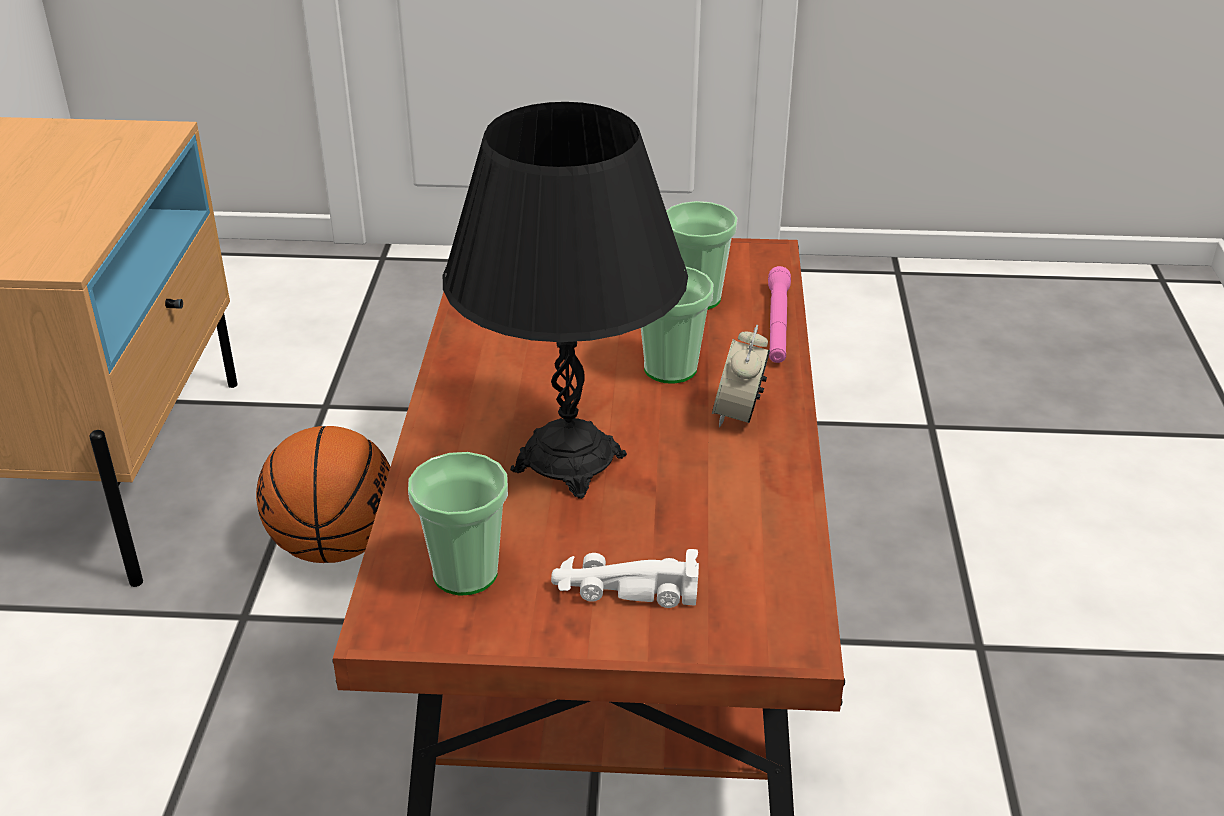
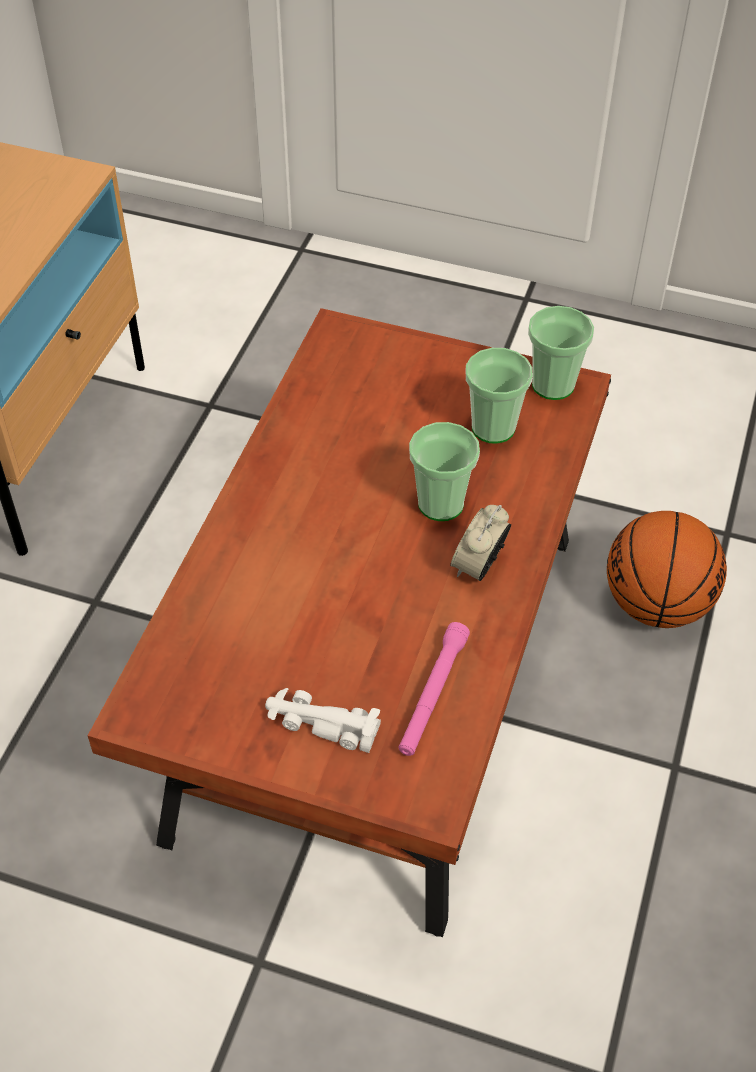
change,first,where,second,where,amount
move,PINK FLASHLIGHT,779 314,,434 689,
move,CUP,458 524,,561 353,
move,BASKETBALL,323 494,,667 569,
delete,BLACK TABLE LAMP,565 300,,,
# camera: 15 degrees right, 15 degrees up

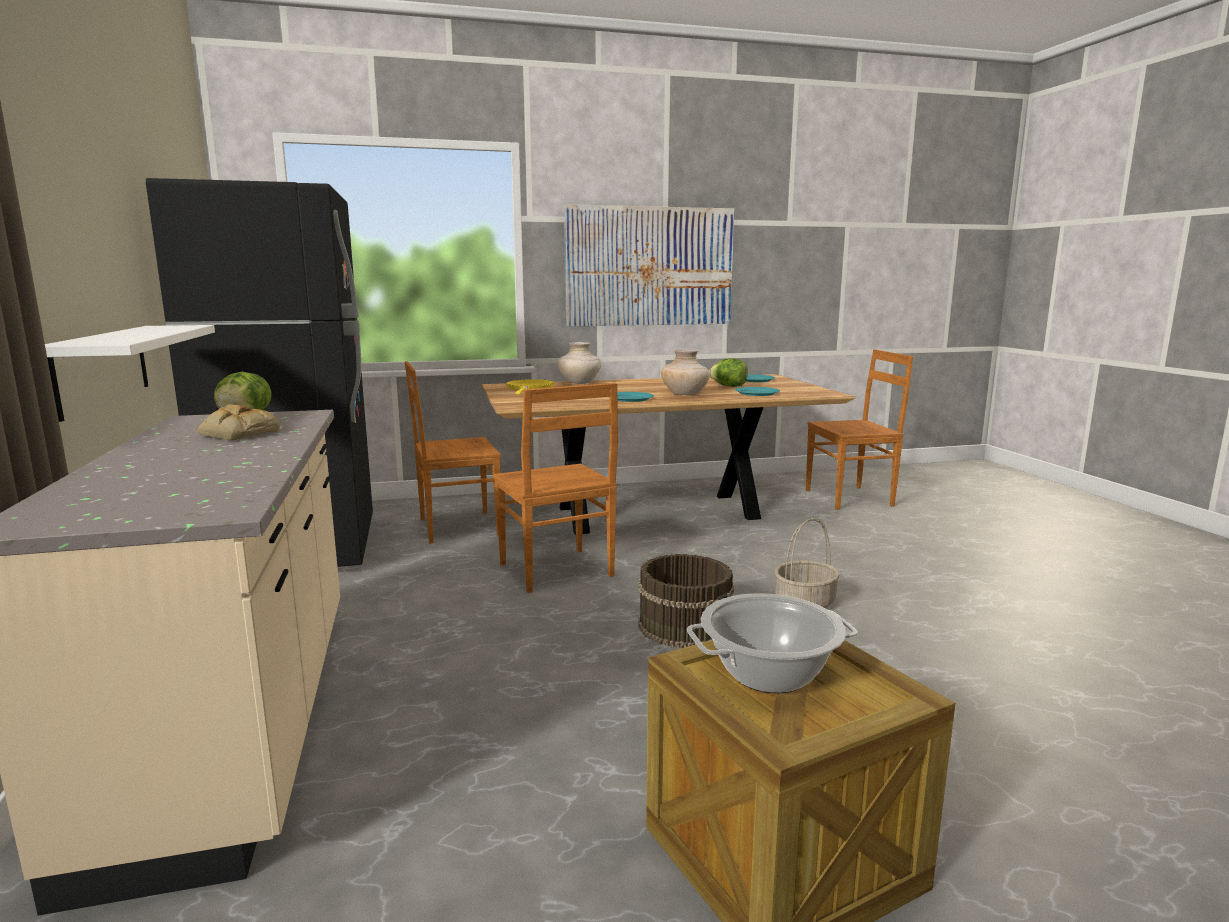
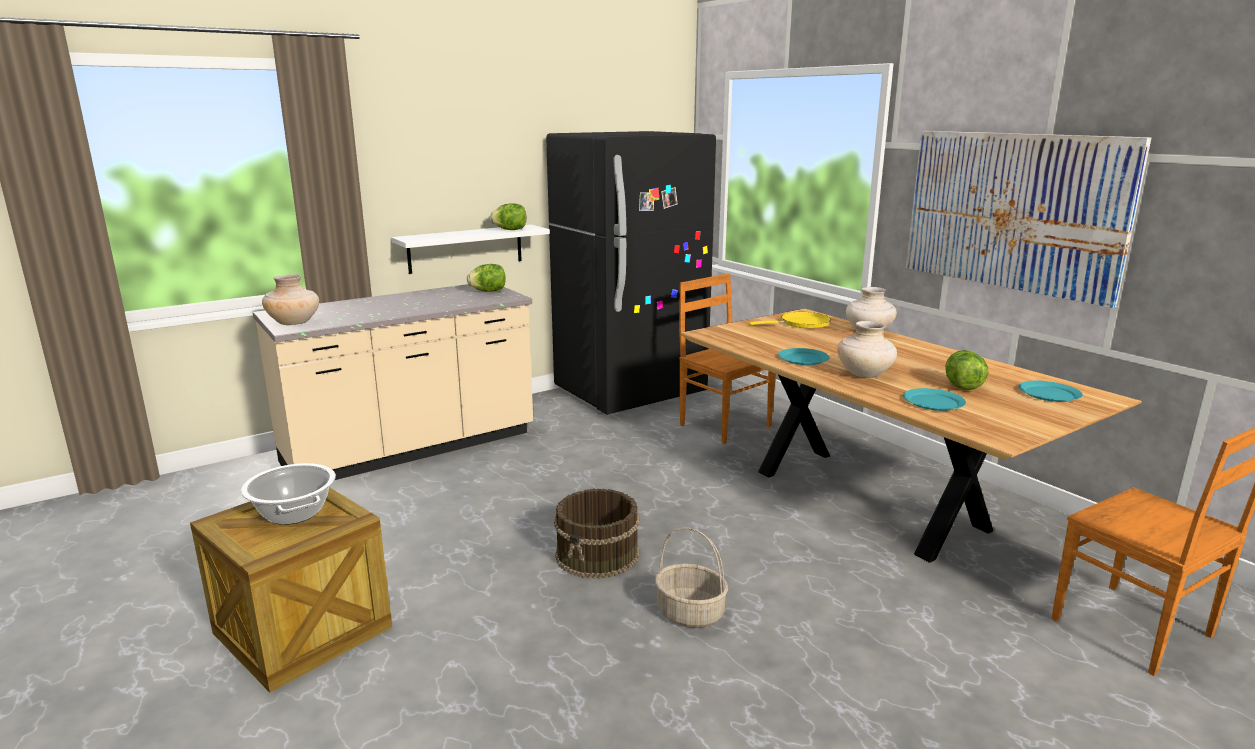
change,first,where,second,where,amount
insert,,,BEIGE VASE,290 299,
insert,,,LETTUCE,508 216,
delete,BREAD,239 422,,,
delete,BROWN CHAIR,556 488,,,
# camera: 70 degrees right, 5 degrees up

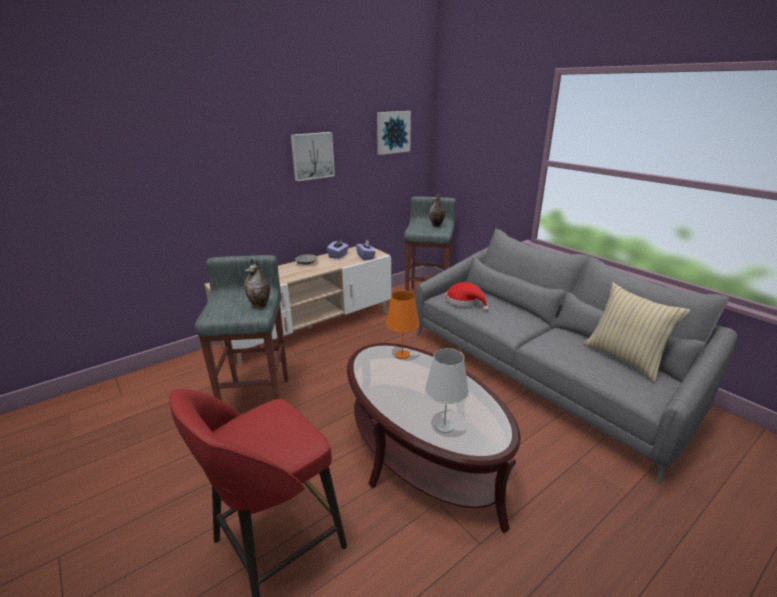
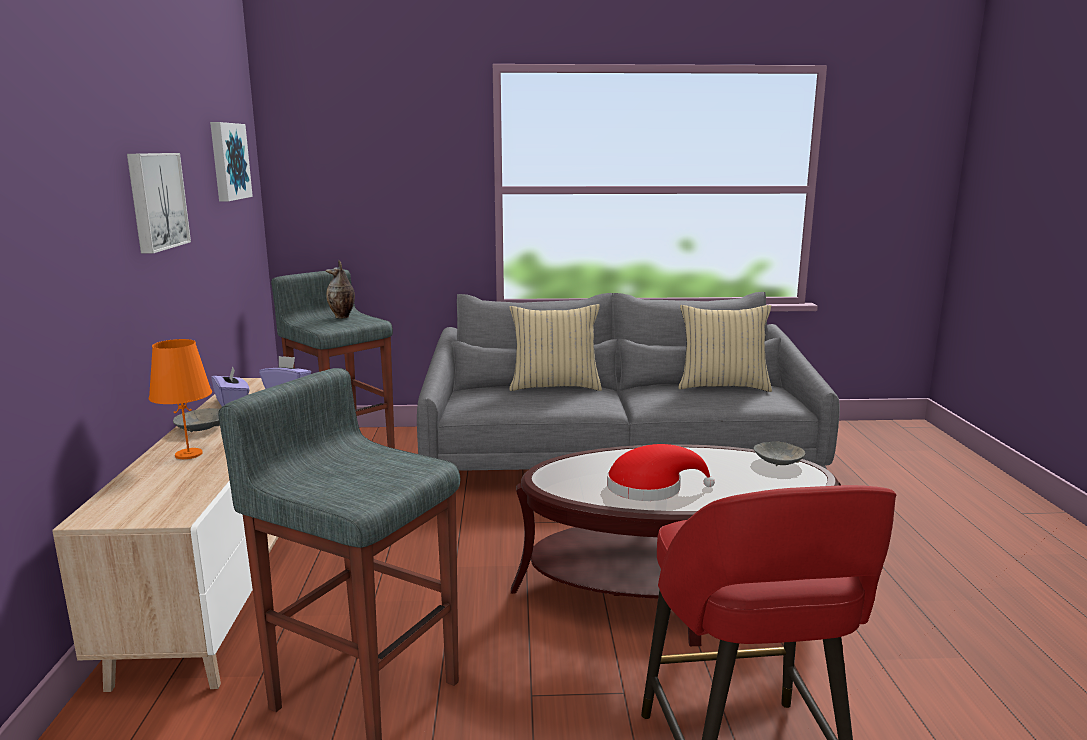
change,first,where,second,where,amount
move,ORANGE TABLE LAMP,403 325,,180 399,
insert,,,BEIGE PILLOW,556 347,
move,RED HAT,467 296,,661 472,
insert,,,GREY BOWL,780 453,
delete,VASE,257 283,,,
delete,WHITE TABLE LAMP,447 390,,,
# camera: 55 degrees left, 10 degrees down

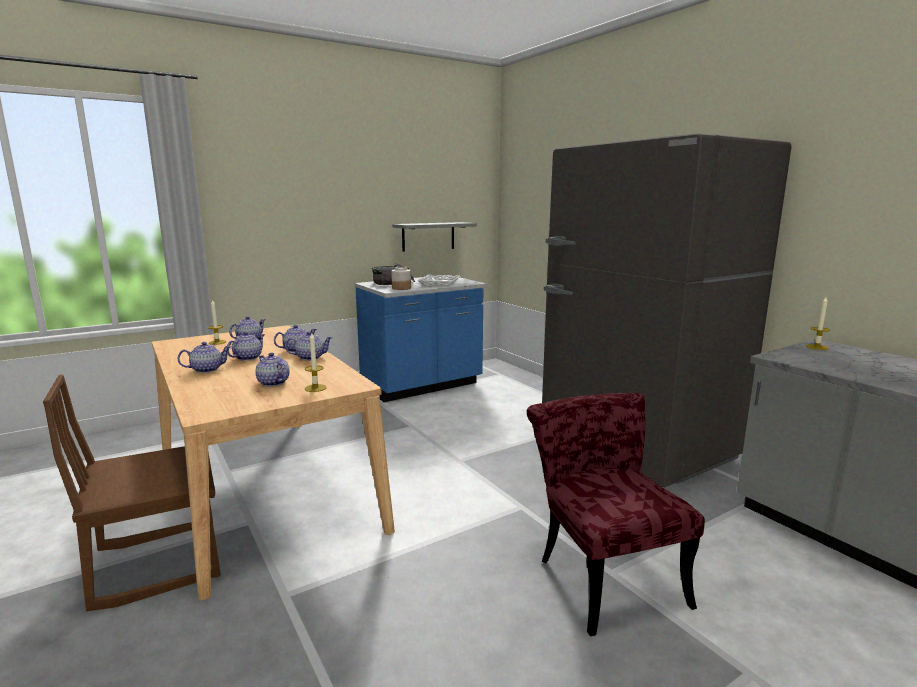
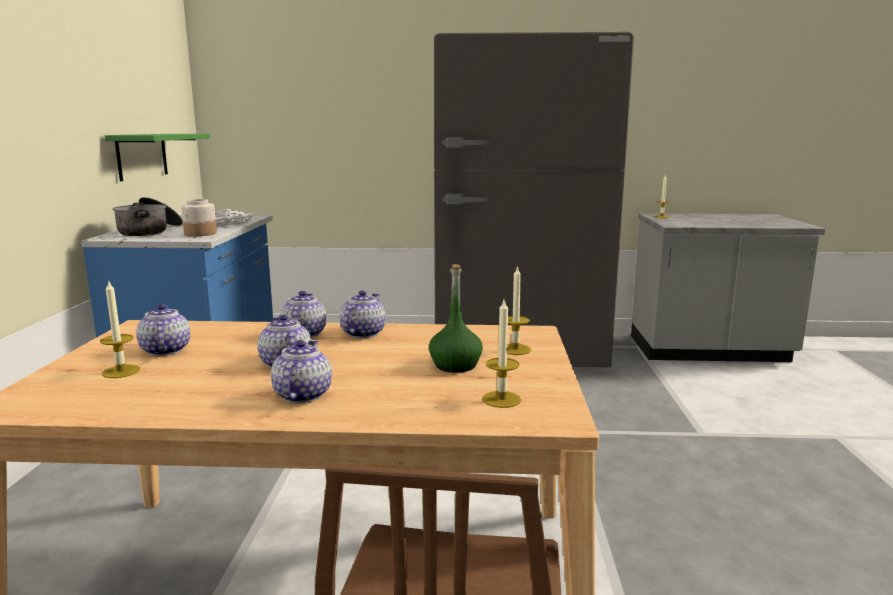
change,first,where,second,where,amount
recolor,GREY SHELF,435 237,GREEN SHELF,157 157,
replace,TEAPOT,273 370,GREEN BOTTLE,456 318,
insert,,,CANDLE,501 354,
delete,RED CHAIR,616 514,,,
# camera: 55 degrees left, 0 degrees up

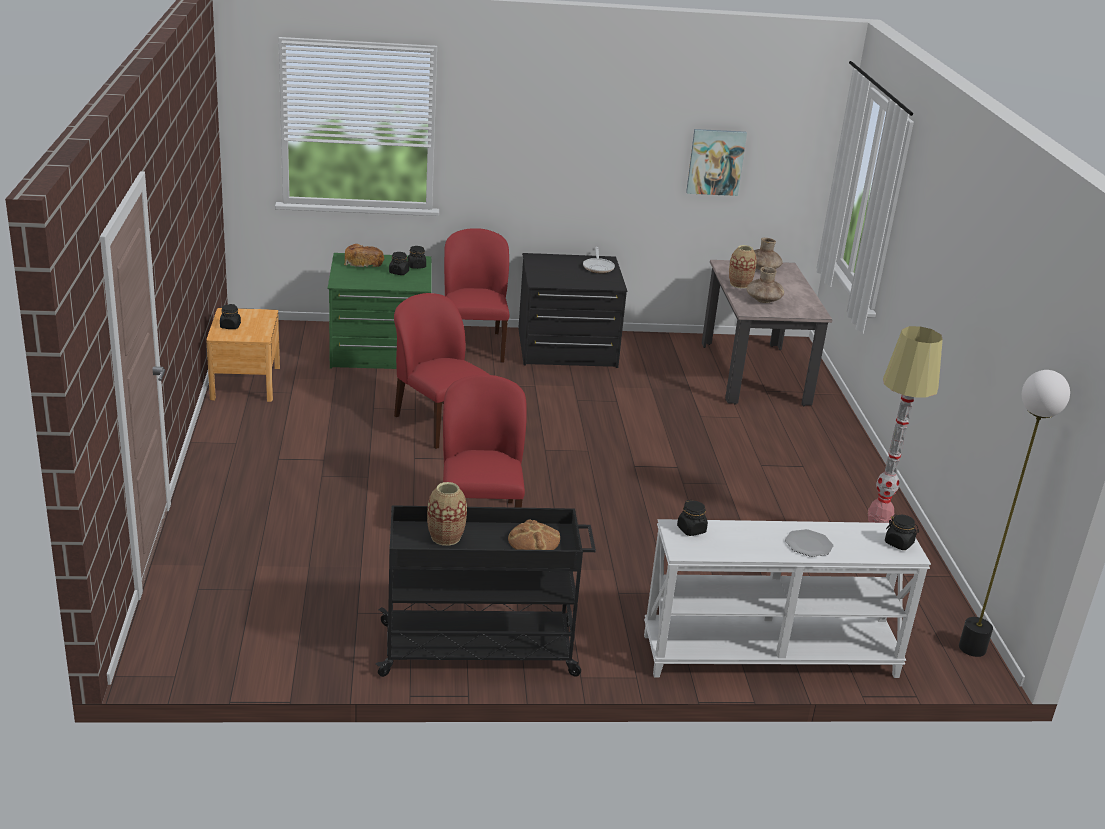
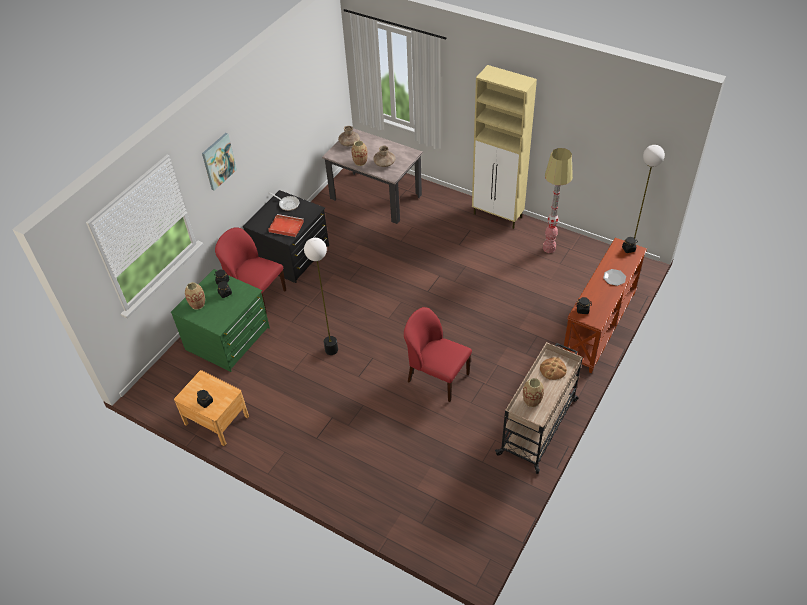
change,first,where,second,where,amount
replace,BREAD,364 256,VASE,195 296,
move,PICTURE,716 162,,219 162,
insert,,,RED TRAY,286 225,
replace,RED CHAIR,442 371,FLOOR LAMP,321 296,
insert,,,BEIGE CABINET,504 147,
recolor,BLACK CART,485 591,BEIGE CART,539 408,
recolor,WHITE CONSOLE TABLE,787 598,BROWN CONSOLE TABLE,605 306,
# camera: 50 degrees left, 20 degrees up

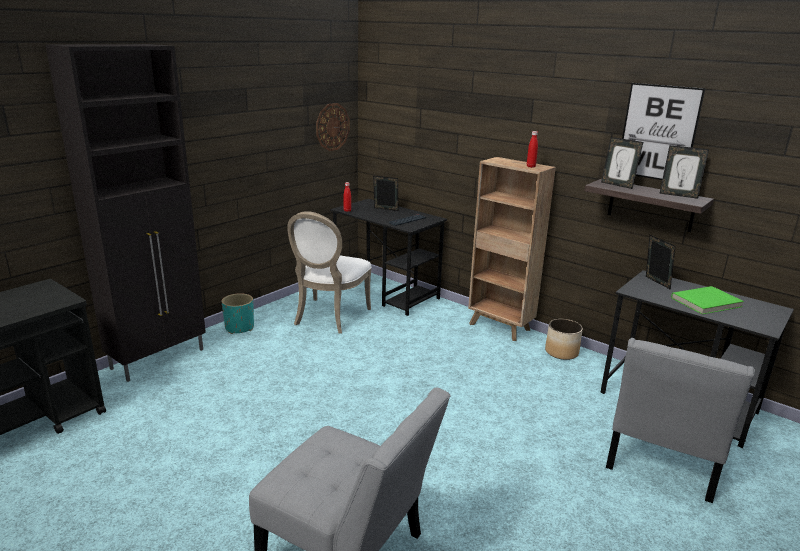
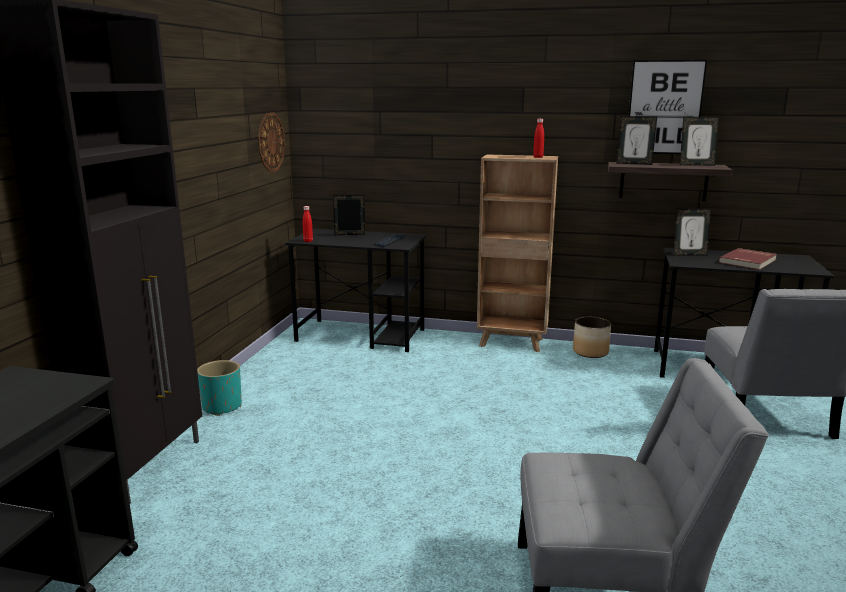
change,first,where,second,where,amount
rotate,PICTURE FRAME,660 262,,692 232,135 degrees clockwise
recolor,GREEN BOOK,707 300,RED BOOK,748 259,
delete,WHITE CHAIR,329 272,,,
# camera: 25 degrees left, 5 degrees down

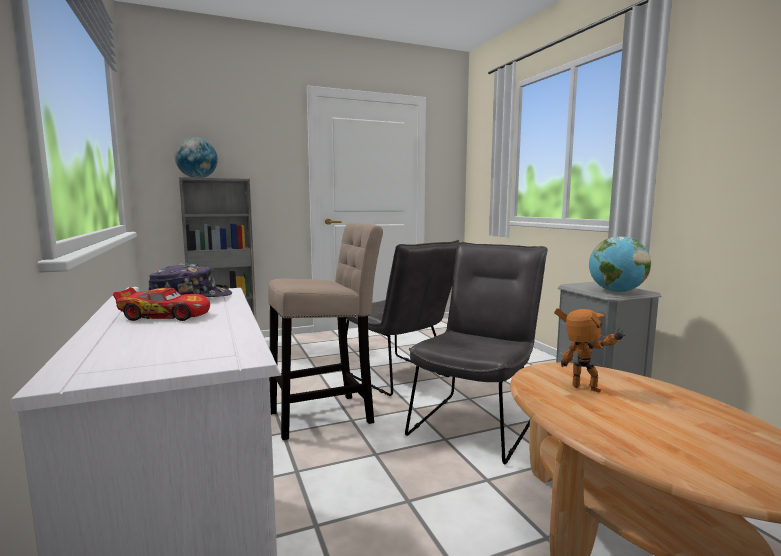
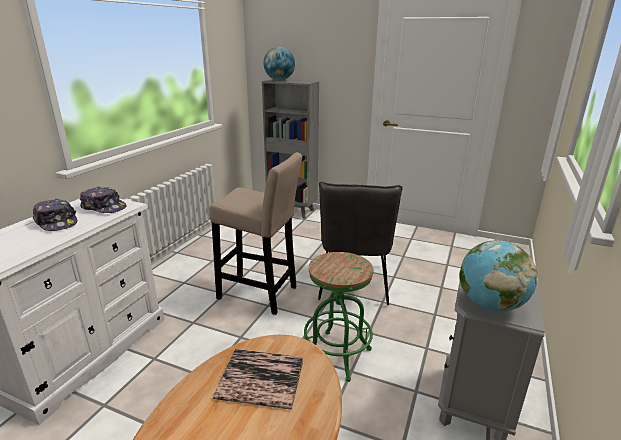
change,first,where,second,where,amount
replace,TOY CAR,161 304,CAP,55 215,
replace,TOY ROBOT,590 350,BOOK,258 379,
replace,GREY CHAIR,476 353,GREEN STOOL,339 317,
# camera: 45 degrees right, 15 degrees up

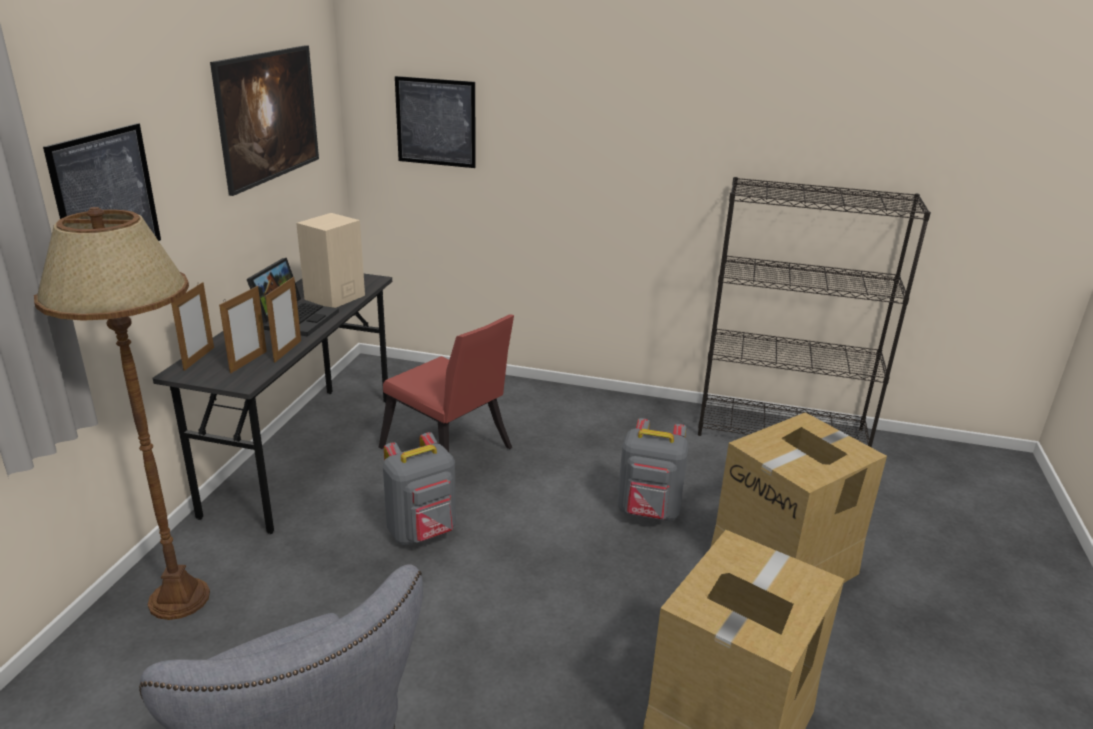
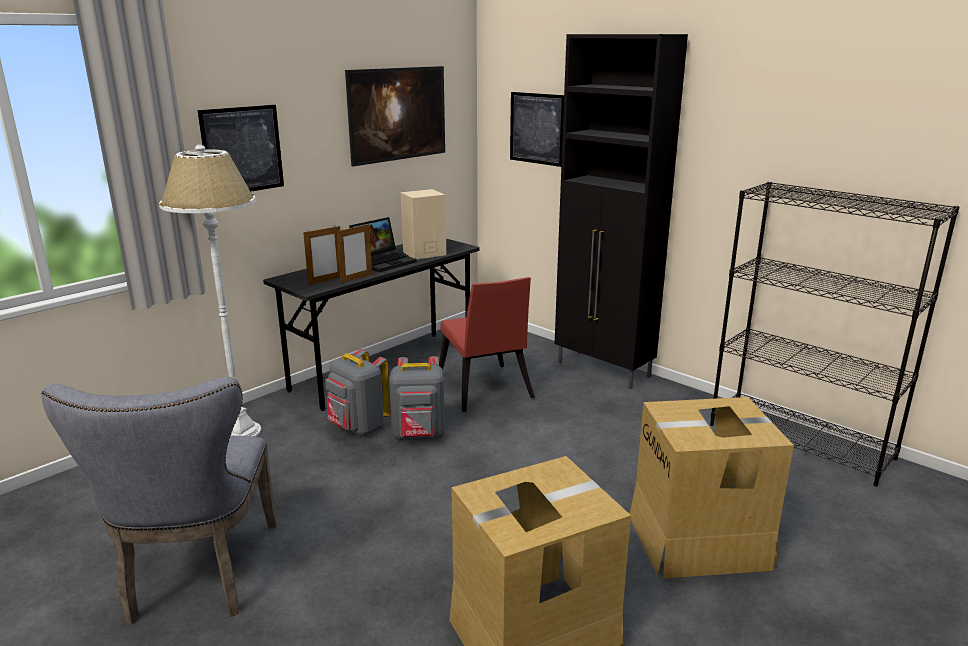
change,first,where,second,where,amount
recolor,BROWN FLOOR LAMP,122 413,WHITE FLOOR LAMP,210 291,
move,GREY BACKPACK,653 469,,358 392,
insert,,,BLACK CABINET,621 211,
delete,PICTURE FRAME,192 326,,,
# camera: 30 degrees right, 5 degrees down

